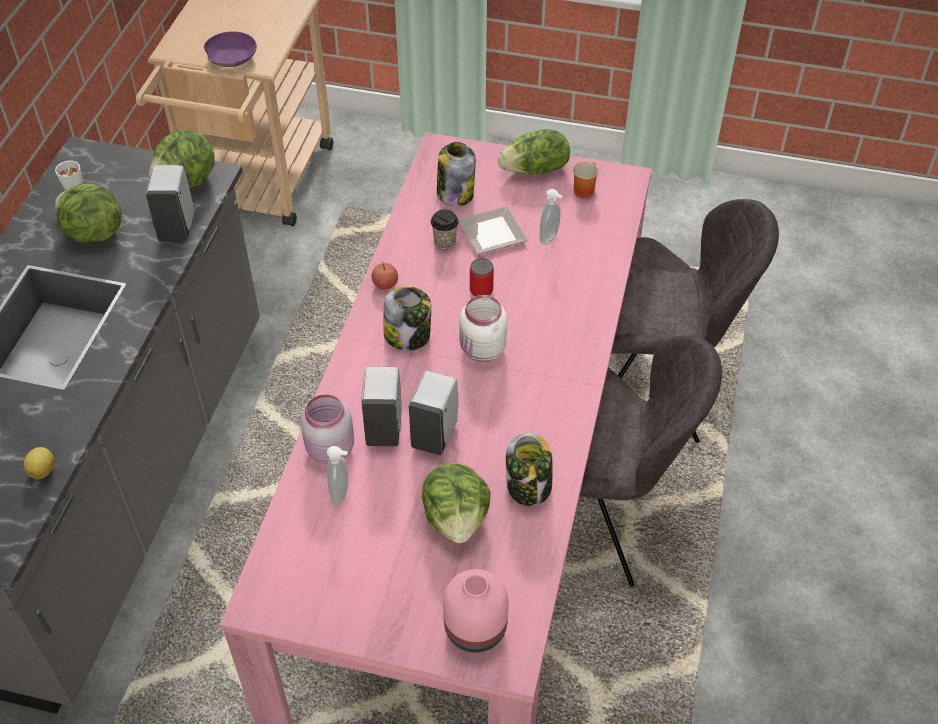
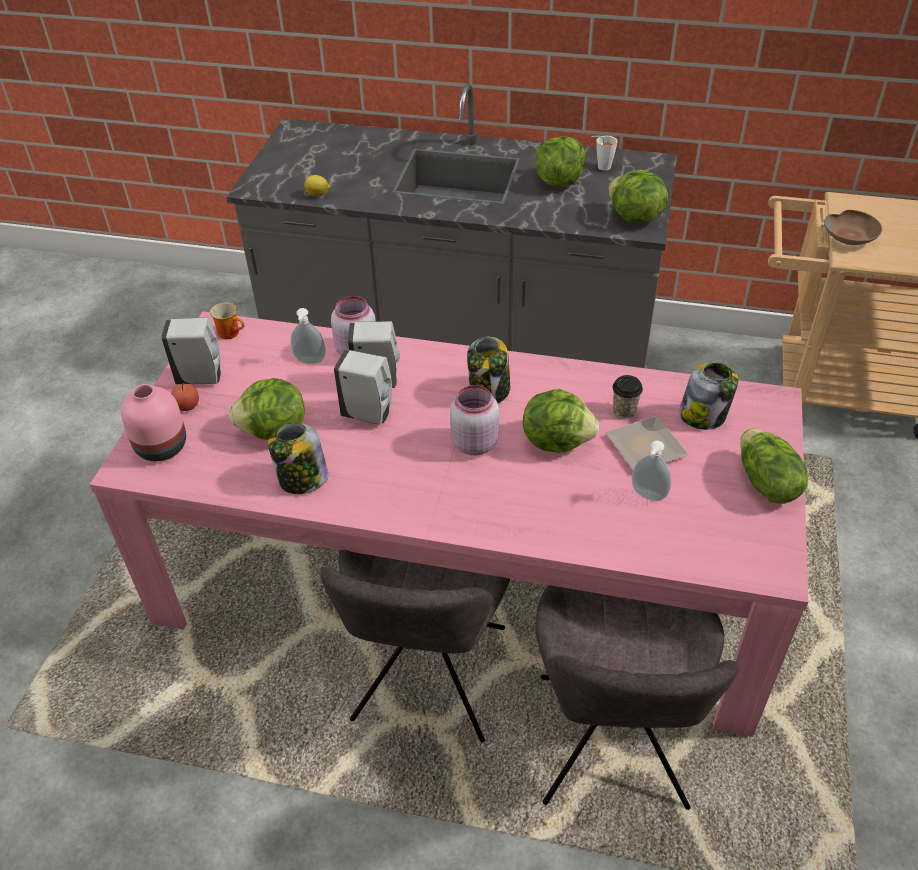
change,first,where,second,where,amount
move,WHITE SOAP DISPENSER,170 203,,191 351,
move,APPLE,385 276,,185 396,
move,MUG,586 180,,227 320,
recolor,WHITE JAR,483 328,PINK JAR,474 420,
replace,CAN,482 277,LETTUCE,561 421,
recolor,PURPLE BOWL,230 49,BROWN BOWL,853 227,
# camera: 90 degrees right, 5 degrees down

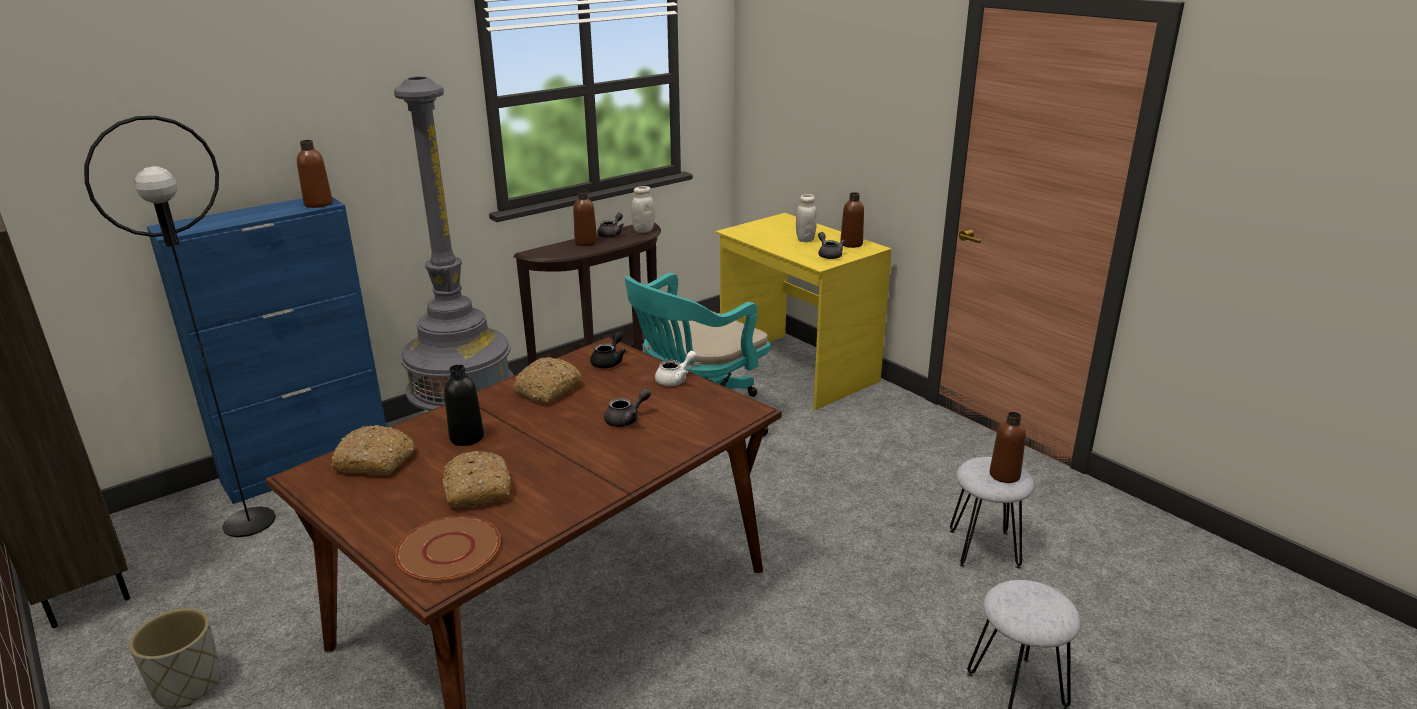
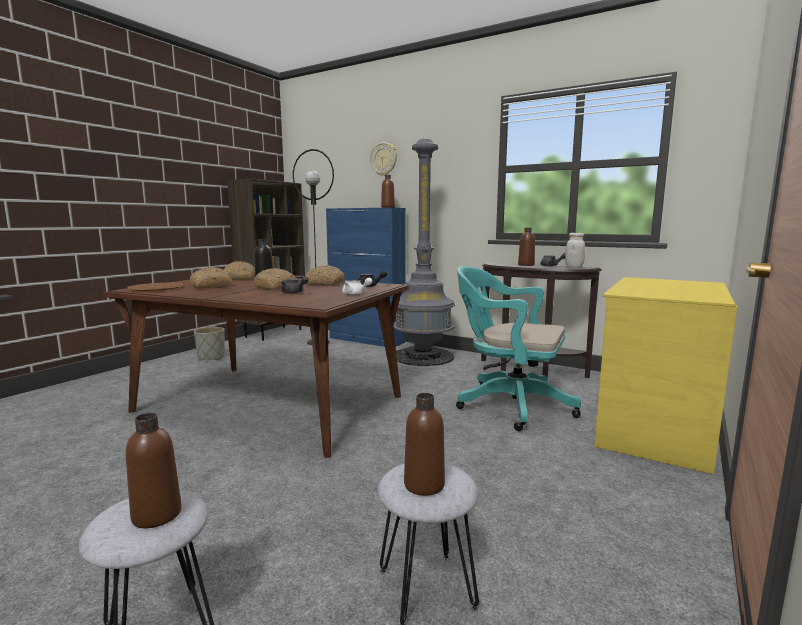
change,first,where,second,where,amount
move,BROWN BOTTLE,852 220,,154 470,
insert,,,BREAD,274 279,
insert,,,WALL CLOCK,383 159,
delete,WHITE JAR,806 218,,,
delete,GREY TEAPOT,831 245,,,
# camera: 70 degrees right, 15 degrees down

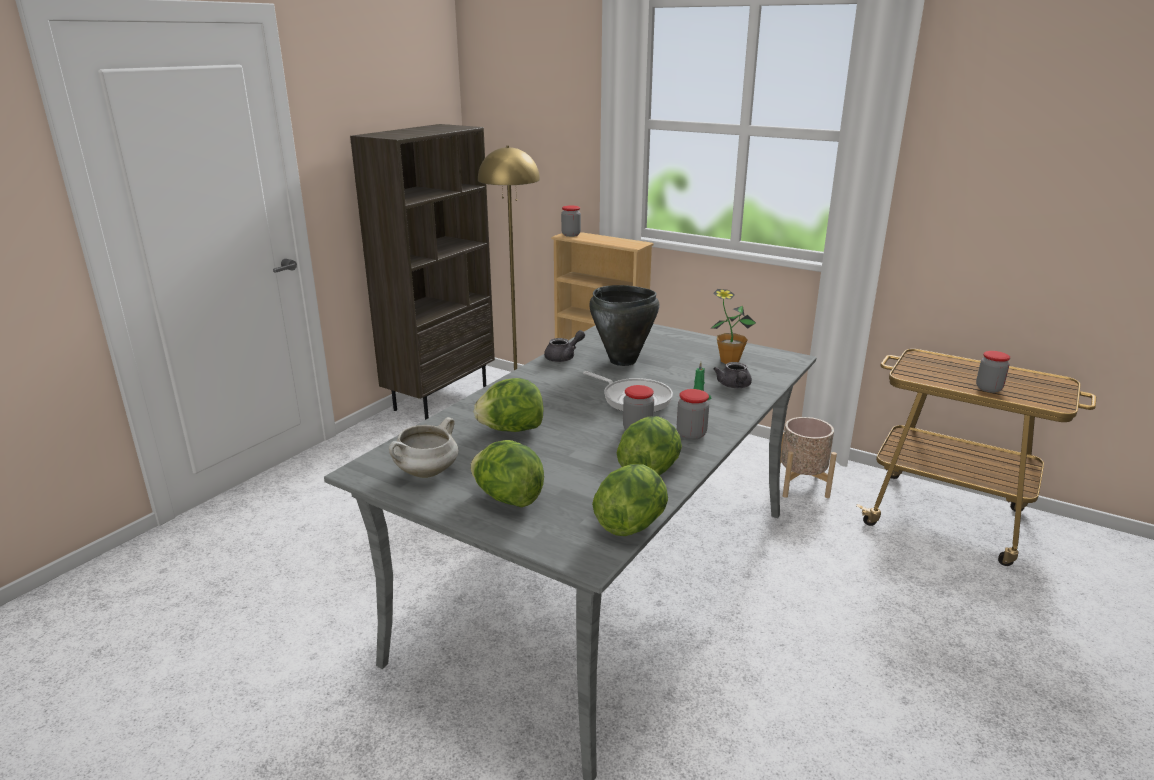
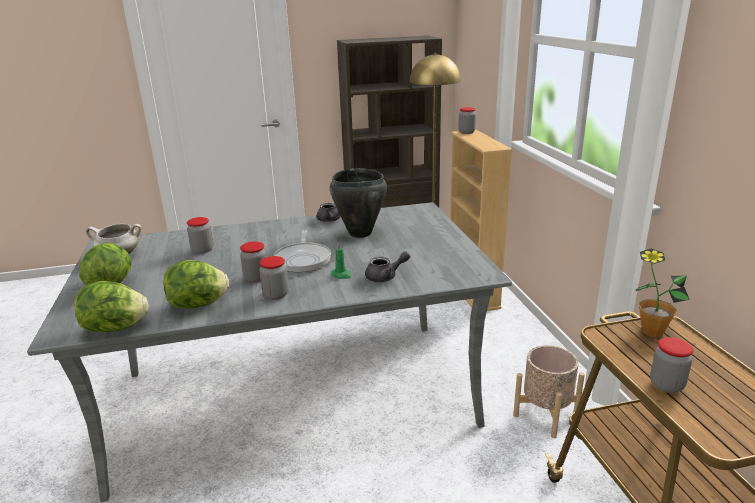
change,first,where,second,where,amount
replace,LETTUCE,509 405,JAR,200 235,
rotate,GREY TEAPOT,732 375,,387 266,150 degrees counterclockwise
move,POTTED PLANT,734 326,,663 293,
# camera: 45 degrees right, 0 degrees up

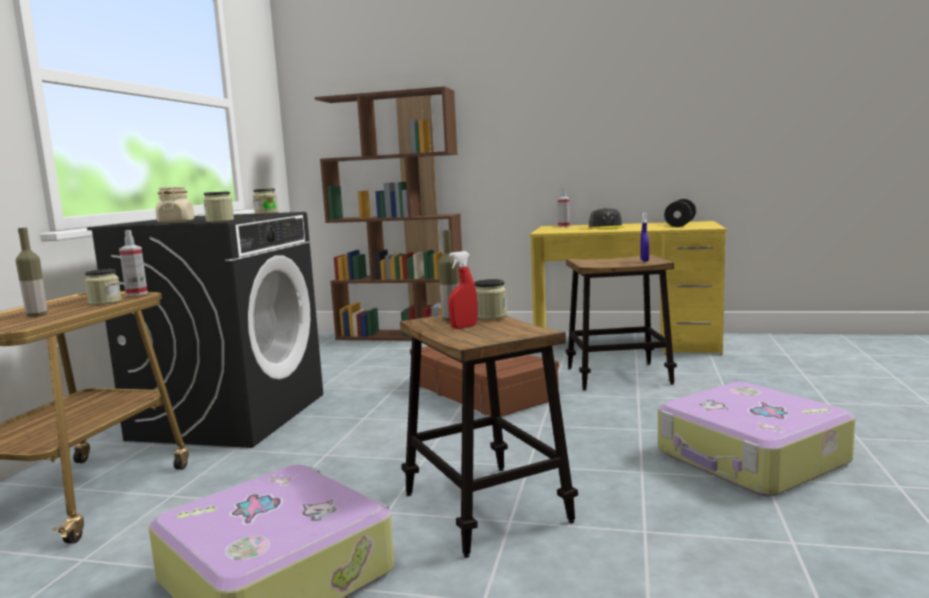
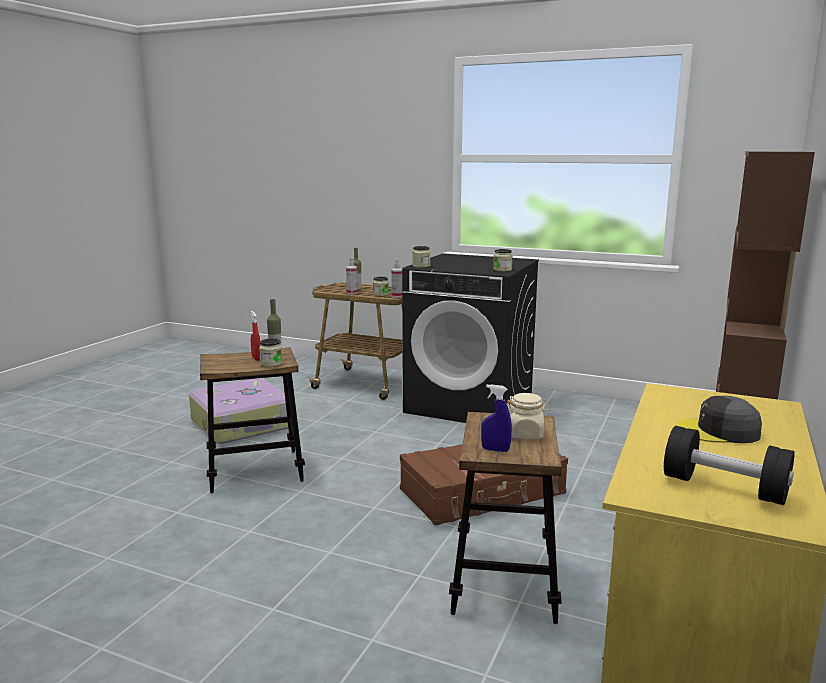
change,first,where,second,where,amount
move,SPRAY BOTTLE,564 207,,352 275,
move,BEIGE JAR,175 204,,528 416,
delete,SUITCASE,756 439,,,
# camera: 100 degrees right, 5 degrees up

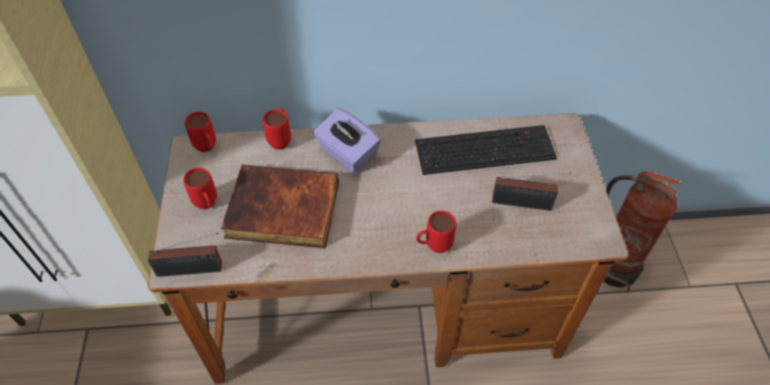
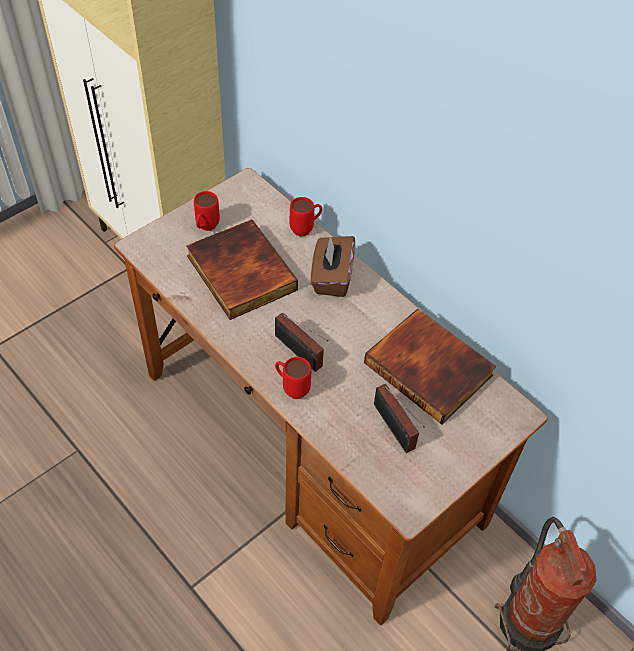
change,first,where,second,where,amount
move,RADIO,185 255,,301 342,
recolor,PURPLE TISSUE BOX,347 140,BROWN TISSUE BOX,333 266,
replace,KEYBOARD,486 150,BOOK,430 367,
delete,RED MUG,200 132,,,
# camera: 50 degrees right, 0 degrees up

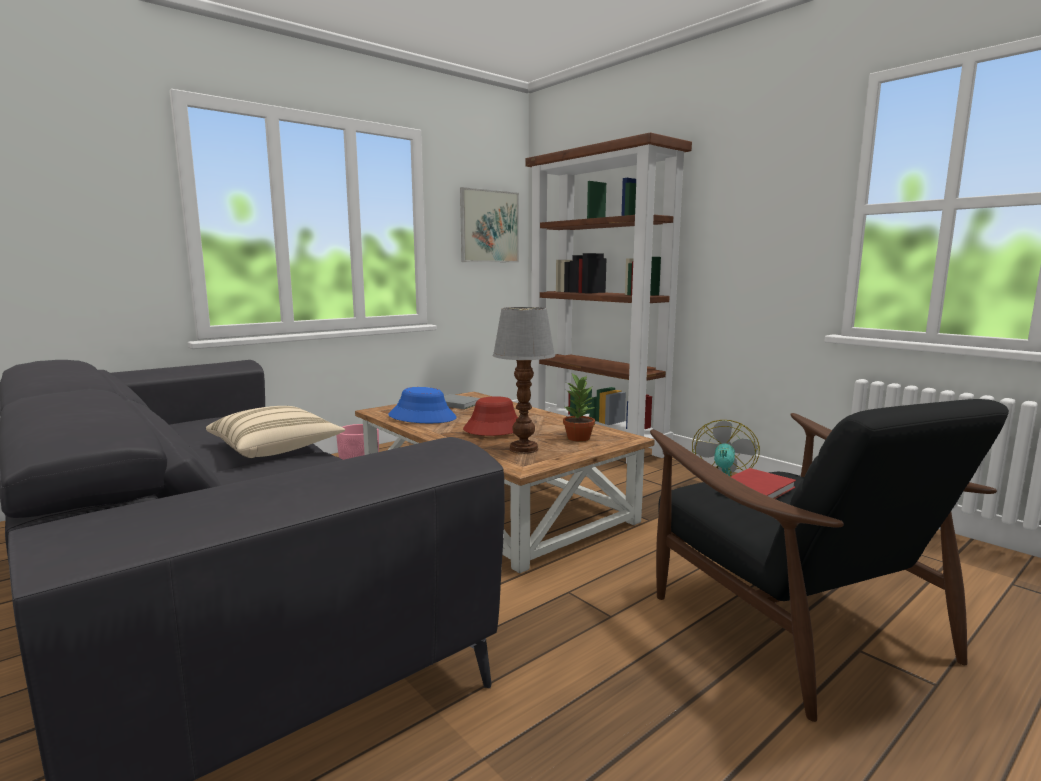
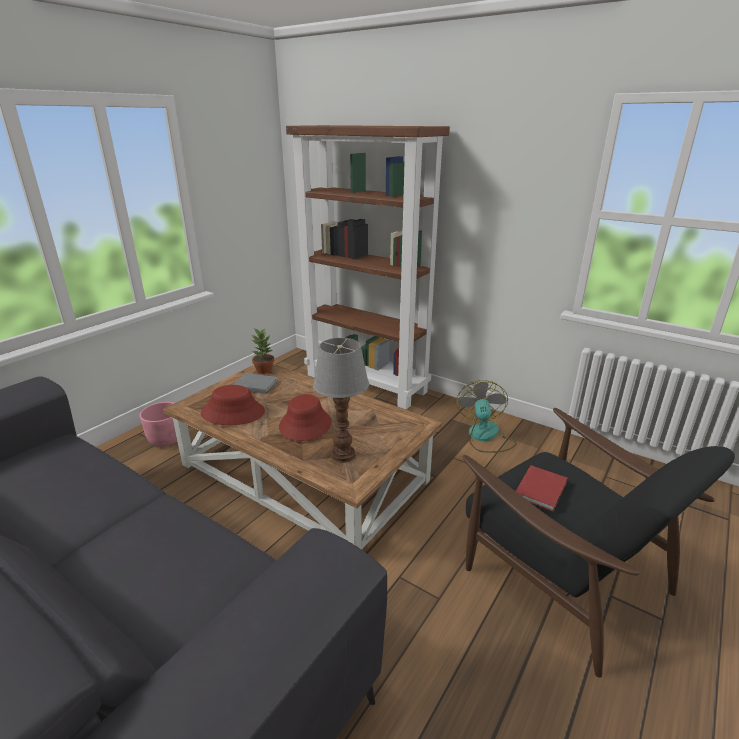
change,first,where,second,where,amount
recolor,BLUE HAT,422 405,RED HAT,233 405,
move,POTTED PLANT,580 408,,262 351,
delete,BEIGE PILLOW,275 432,,,
delete,PICTURE,489 224,,,
# camera: 15 degrees left, 15 degrees up

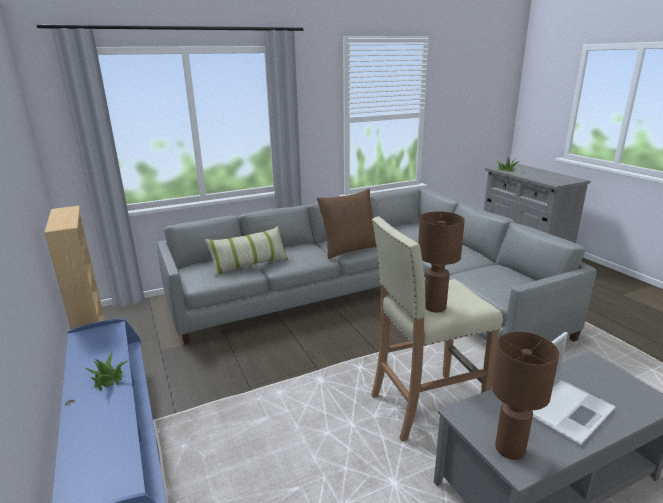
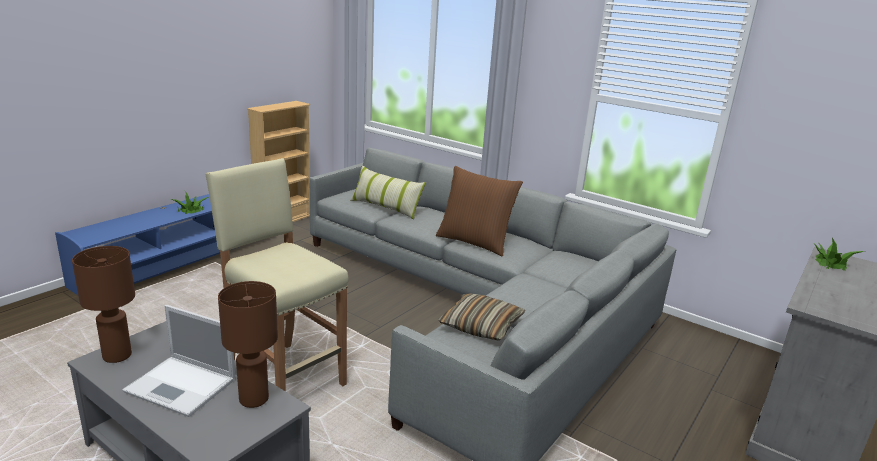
change,first,where,second,where,amount
move,BROWN TABLE LAMP,441 262,,248 344,
insert,,,PILLOW,481 317,
# camera: 60 degrees right, 0 degrees up

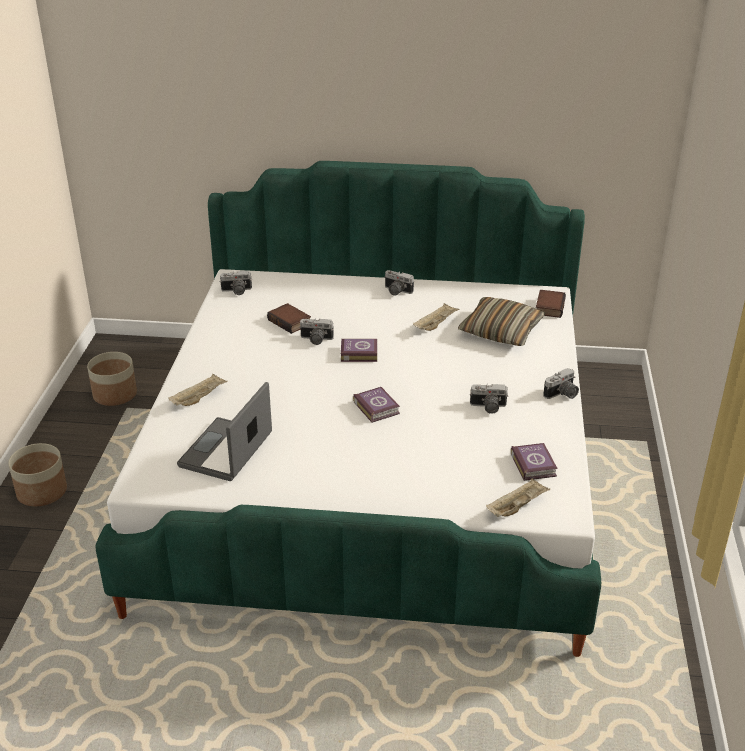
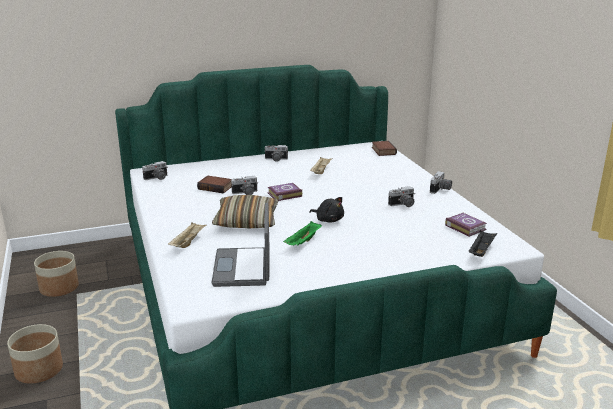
change,first,where,second,where,amount
move,PILLOW,501 321,,245 211,
insert,,,GREEN TRAY,302 233,
replace,BOOK,376 405,BLACK PLUSH TOY,326 210,
recolor,BEIGE TRAY,518 497,BLACK TRAY,483 243,
# camera: 25 degrees left, 10 degrees down

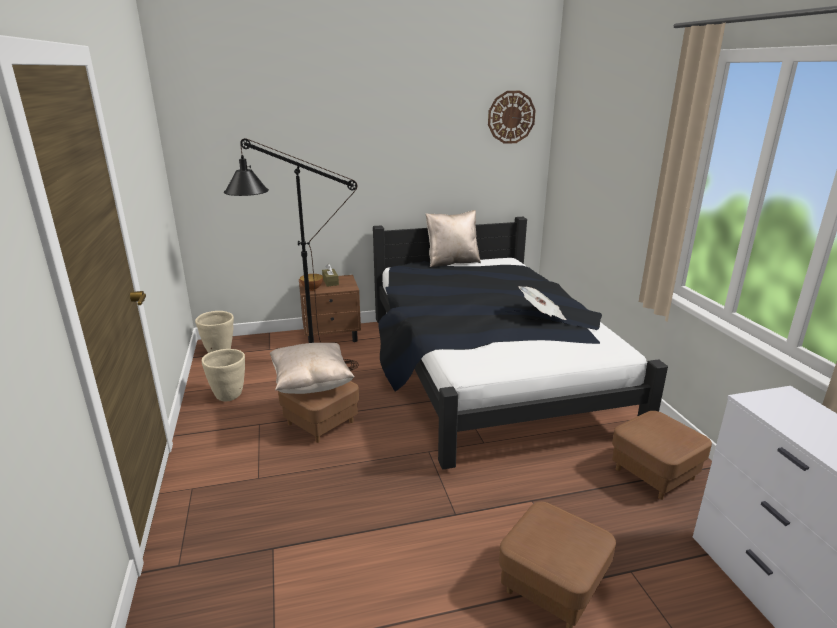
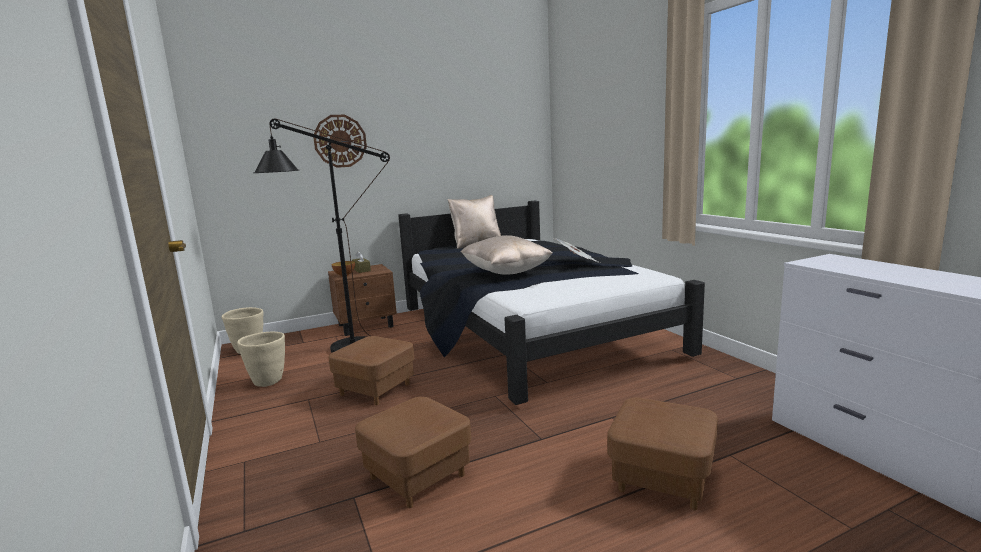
change,first,where,second,where,amount
move,WALL CLOCK,512 117,,340 141,
move,BROWN OTTOMAN,662 455,,413 452,
move,BEIGE PILLOW,312 368,,506 255,
# camera: 10 degrees left, 10 degrees down

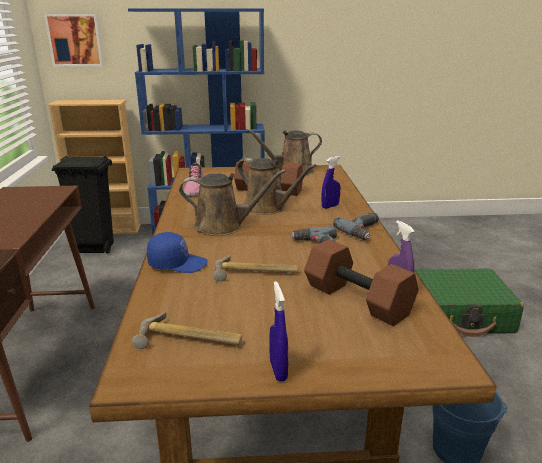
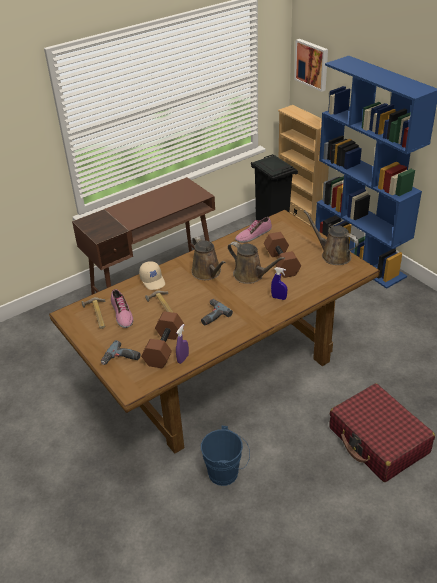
change,first,where,second,where,amount
move,POWER DRILL,356 226,,120 352,
insert,,,SHOE,122 308,
recolor,BLUE CAP,177 252,BEIGE CAP,152 275,
rotate,BROWN WATERING CAN,277 186,,256 263,60 degrees counterclockwise
recolor,GREEN SUITCASE,469 303,RED SUITCASE,382 432,
delete,BLUE SPRAY BOTTLE,279 331,,,
# camera: 60 degrees right, 15 degrees up

